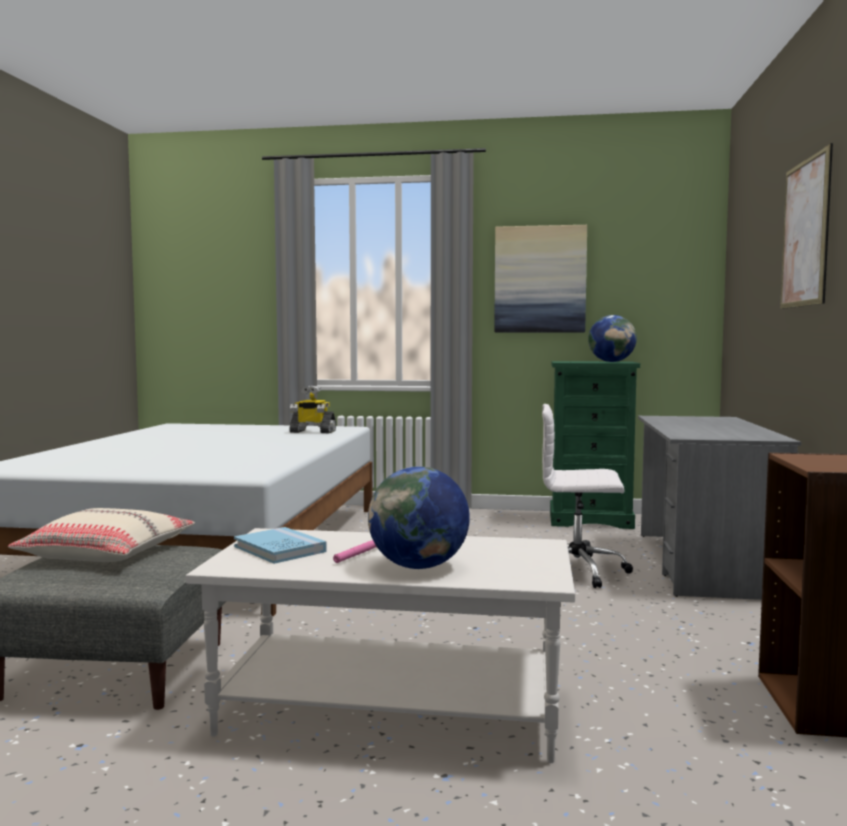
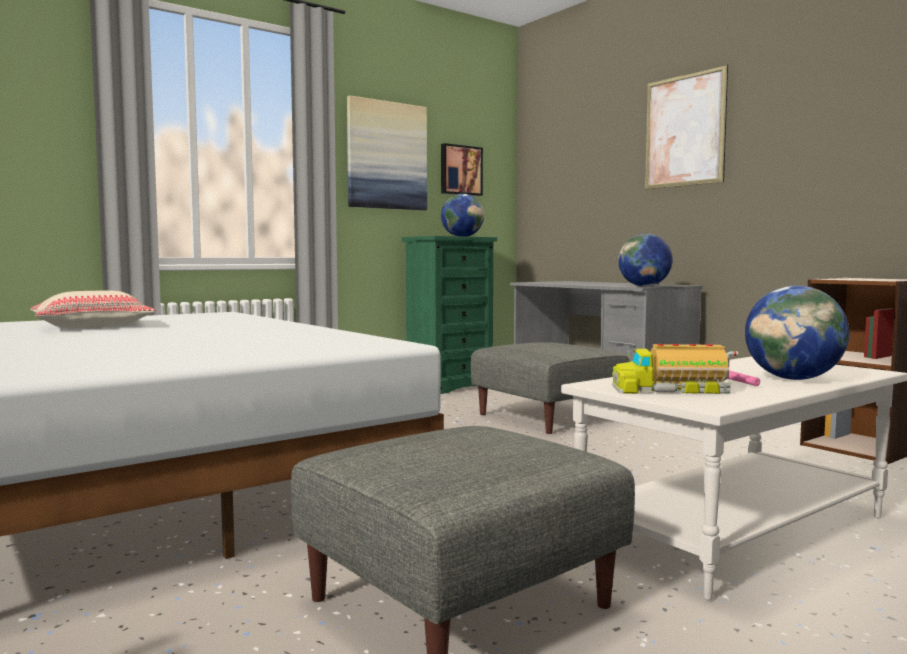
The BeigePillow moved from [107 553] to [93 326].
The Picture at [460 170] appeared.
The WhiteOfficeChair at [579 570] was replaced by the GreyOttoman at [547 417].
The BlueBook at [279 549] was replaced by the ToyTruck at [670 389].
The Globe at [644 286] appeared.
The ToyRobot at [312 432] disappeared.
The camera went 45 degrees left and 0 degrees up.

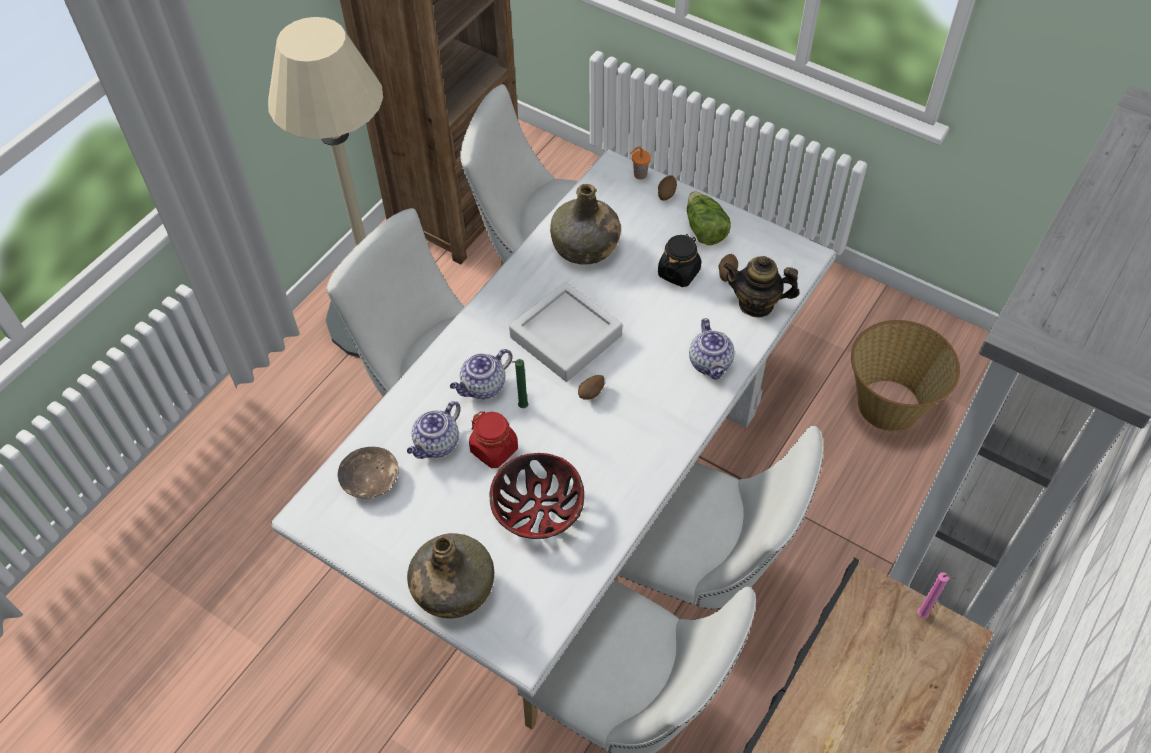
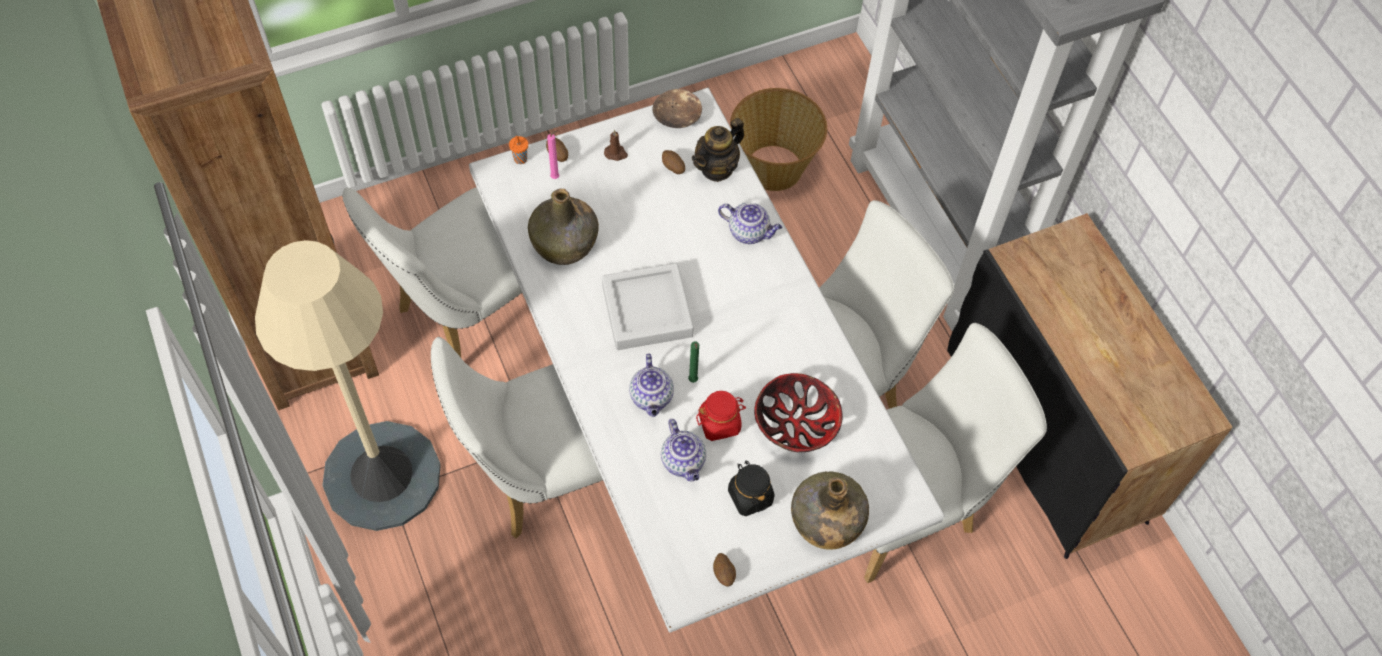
The PinkCandle moved from [923 616] to [556 177].
The Lettuce at [704 229] was replaced by the BrownCandle at [616 153].
The BrownBowl moved from [370 479] to [677 116].
The Potato moved from [591 393] to [724 574].
The BlackJar moved from [679 272] to [750 496].
The camera went 60 degrees left and 5 degrees up.

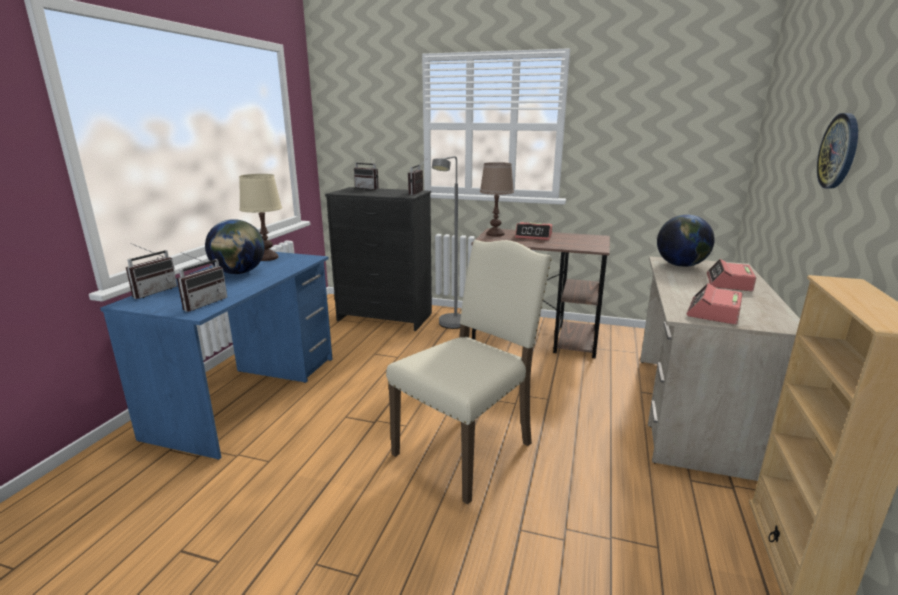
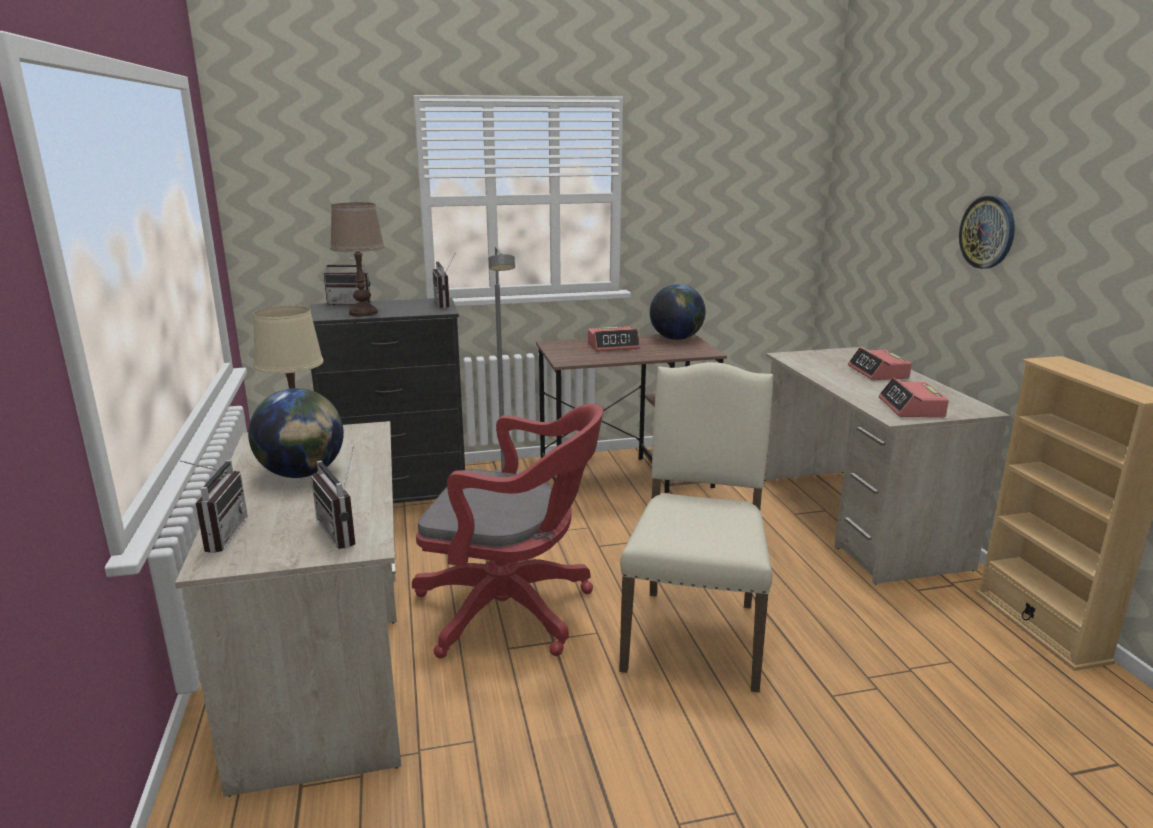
The BlueDesk at [249 395] became the BeigeDesk at [327 667].
The Radio at [203 303] turned 150 degrees clockwise.
The BrownTableLamp moved from [495 234] to [363 313].
The RedOfficeChair at [513 611] appeared.
The Globe moved from [681 265] to [676 338].
The camera went 30 degrees left and 0 degrees up.

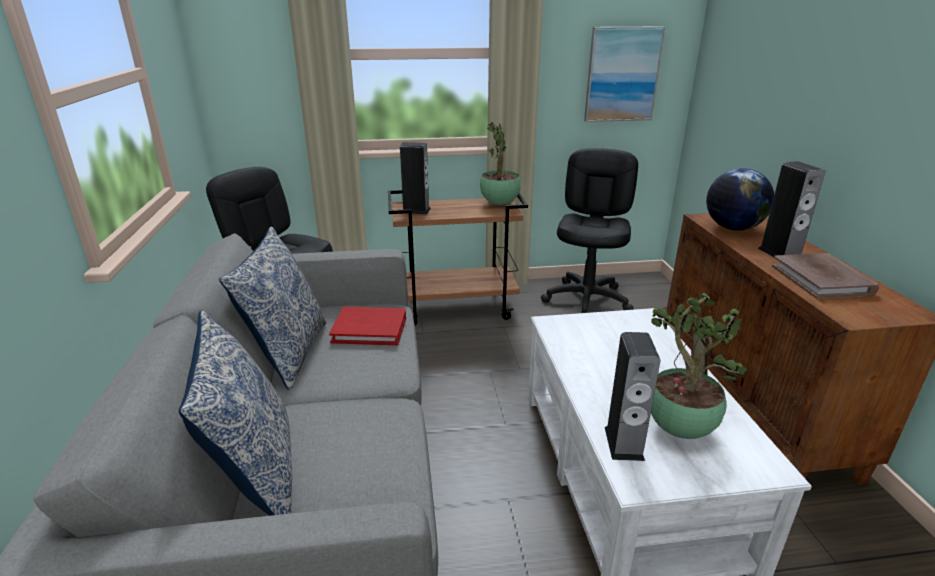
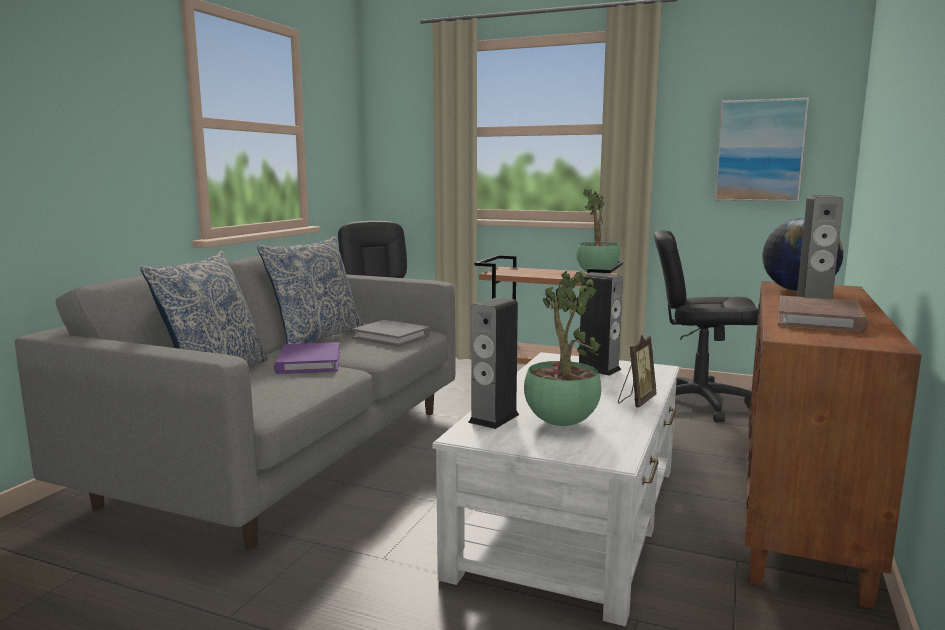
The PurpleBook at [308 362] appeared.
The RedBook at [370 329] became the GreyBook at [392 337].
The Speaker moved from [416 210] to [598 369].
The BlackOfficeChair at [587 300] turned 120 degrees counterclockwise.
The camera went 30 degrees right and 15 degrees down.

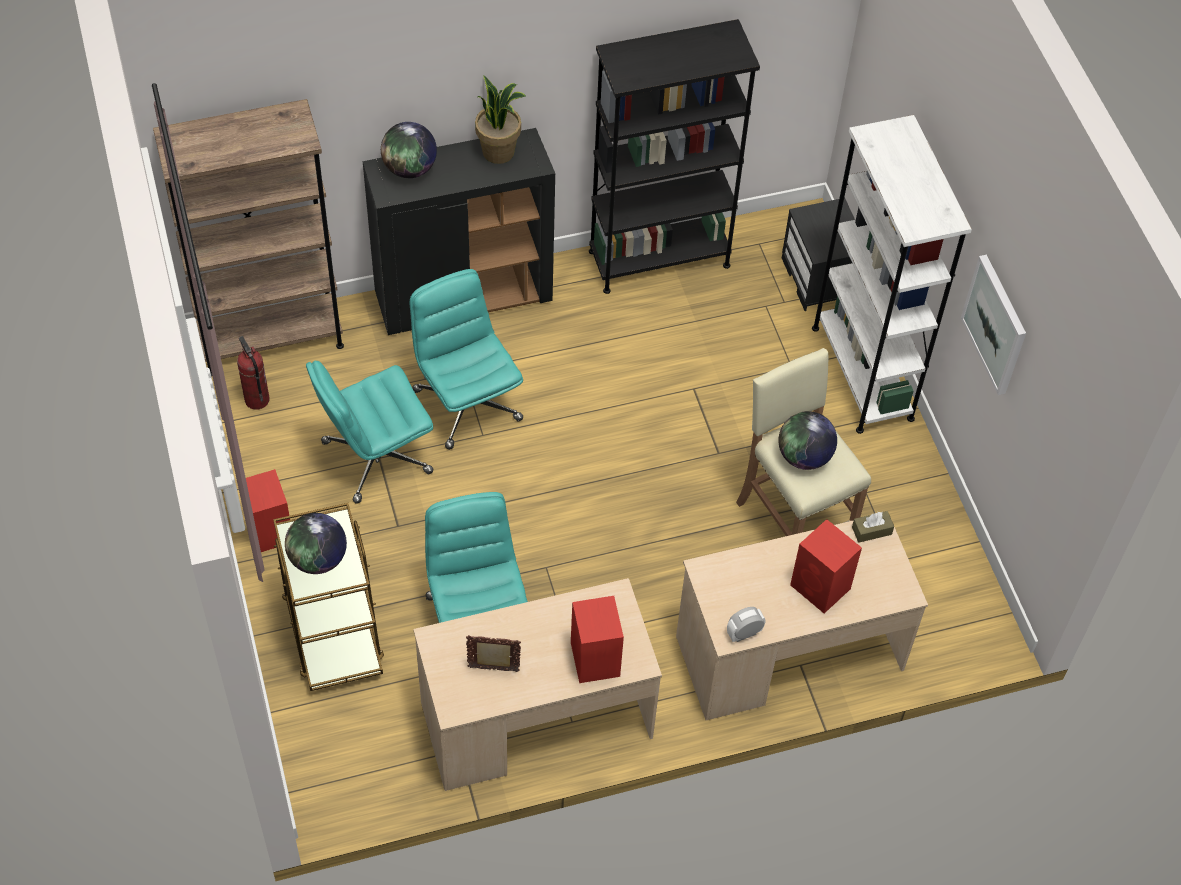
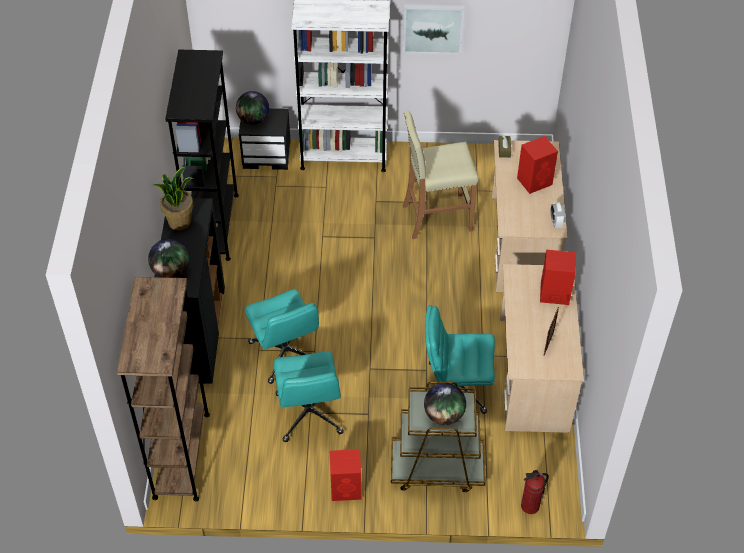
The Globe moved from [804 456] to [253 120].
The TurquoiseOfficeChair at [466 404] turned 105 degrees counterclockwise.
The FireExtinguisher moved from [256 400] to [530 506].
The camera went 70 degrees left and 5 degrees down.

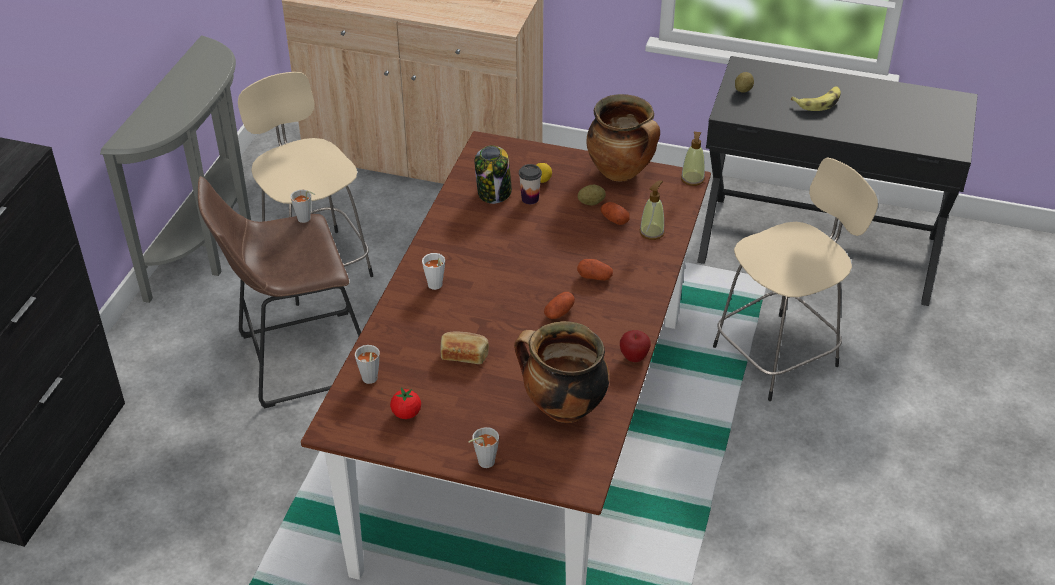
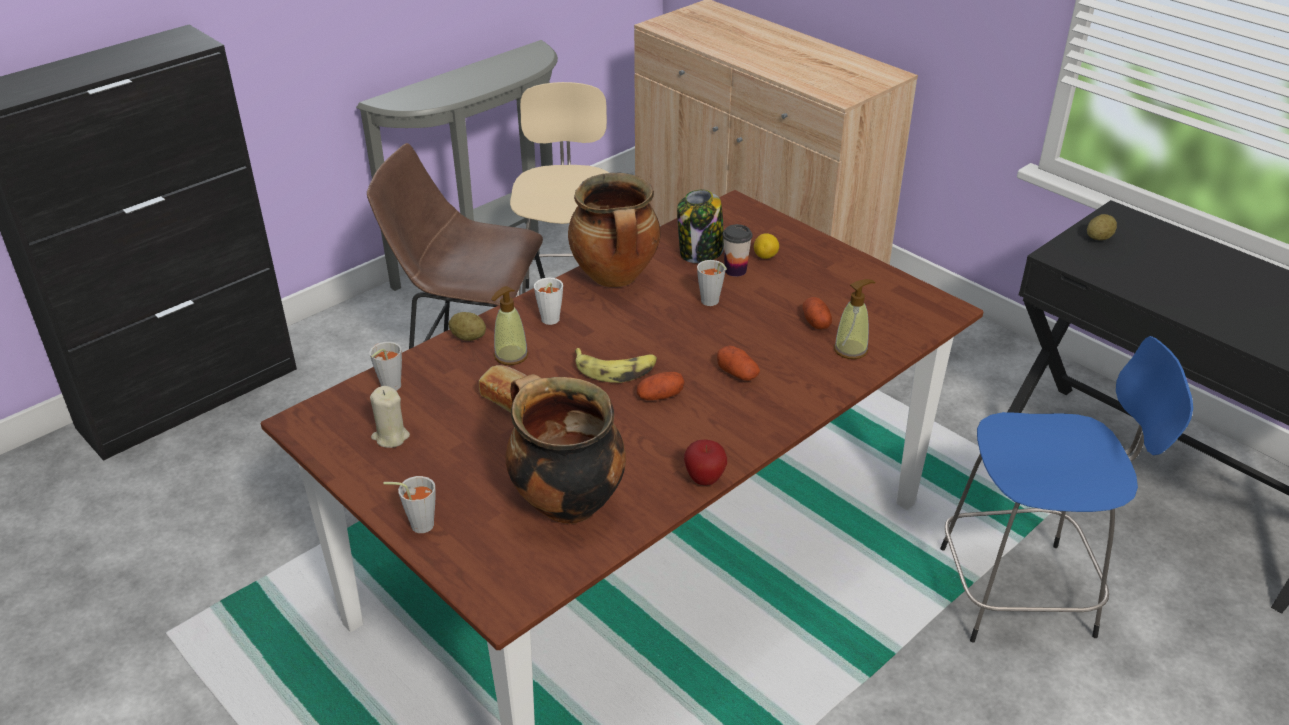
The Tomato at [406 413] was replaced by the BeigeCandle at [390 437].
The Potato moved from [591 203] to [468 337].
The SoapDispenser moved from [692 179] to [511 356].
The CookingPot moved from [622 172] to [616 277].
The Banana moved from [818 102] to [616 369].
The GreyCup moved from [306 219] to [711 303].
The BeigeStool at [779 355] became the BlueStool at [1022 591].
The camera went 30 degrees right and 5 degrees down.

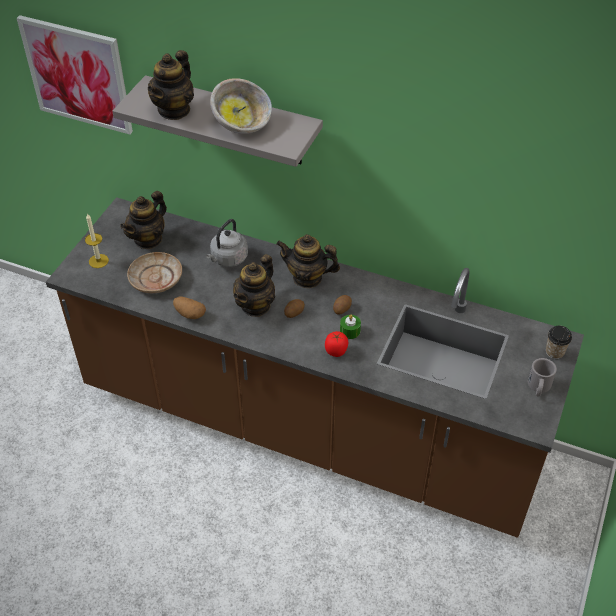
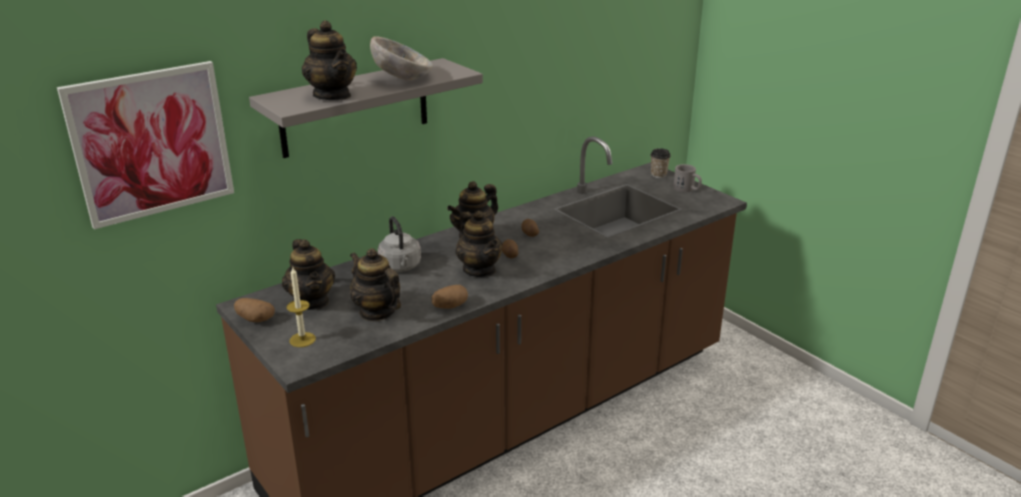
The Potato at [254 319] appeared.
The BeigePlate at [155 279] was replaced by the Teapot at [377 312].
The Tomato at [336 351] disappeared.
The GreenCandle at [350 331] disappeared.
The camera went 60 degrees left and 20 degrees down.

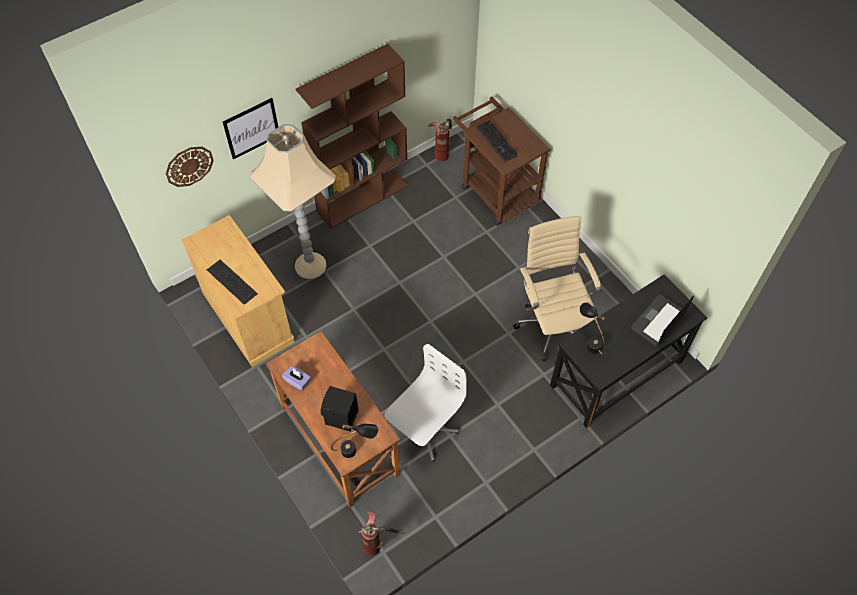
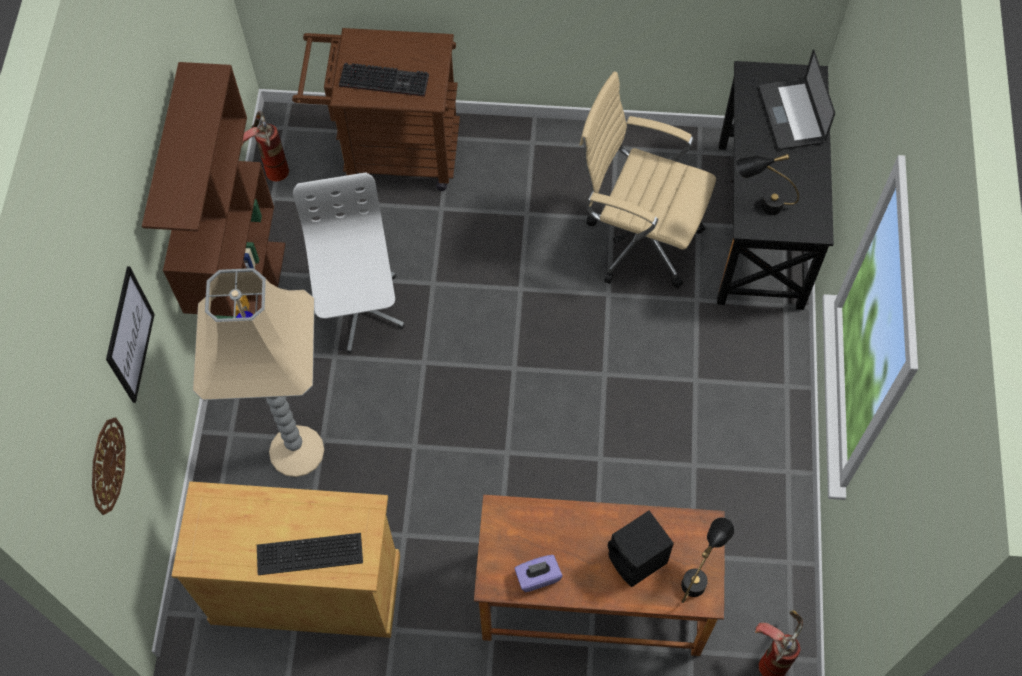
The WhiteOfficeChair moved from [423 430] to [357 309].
The camera went 50 degrees left and 5 degrees up.

